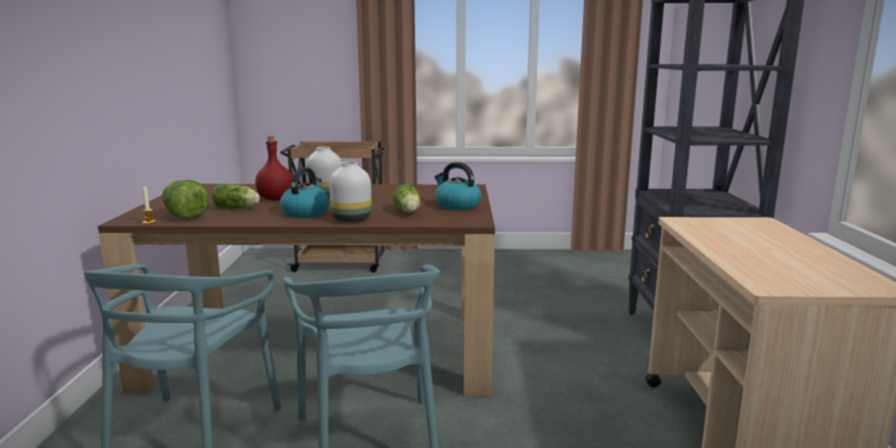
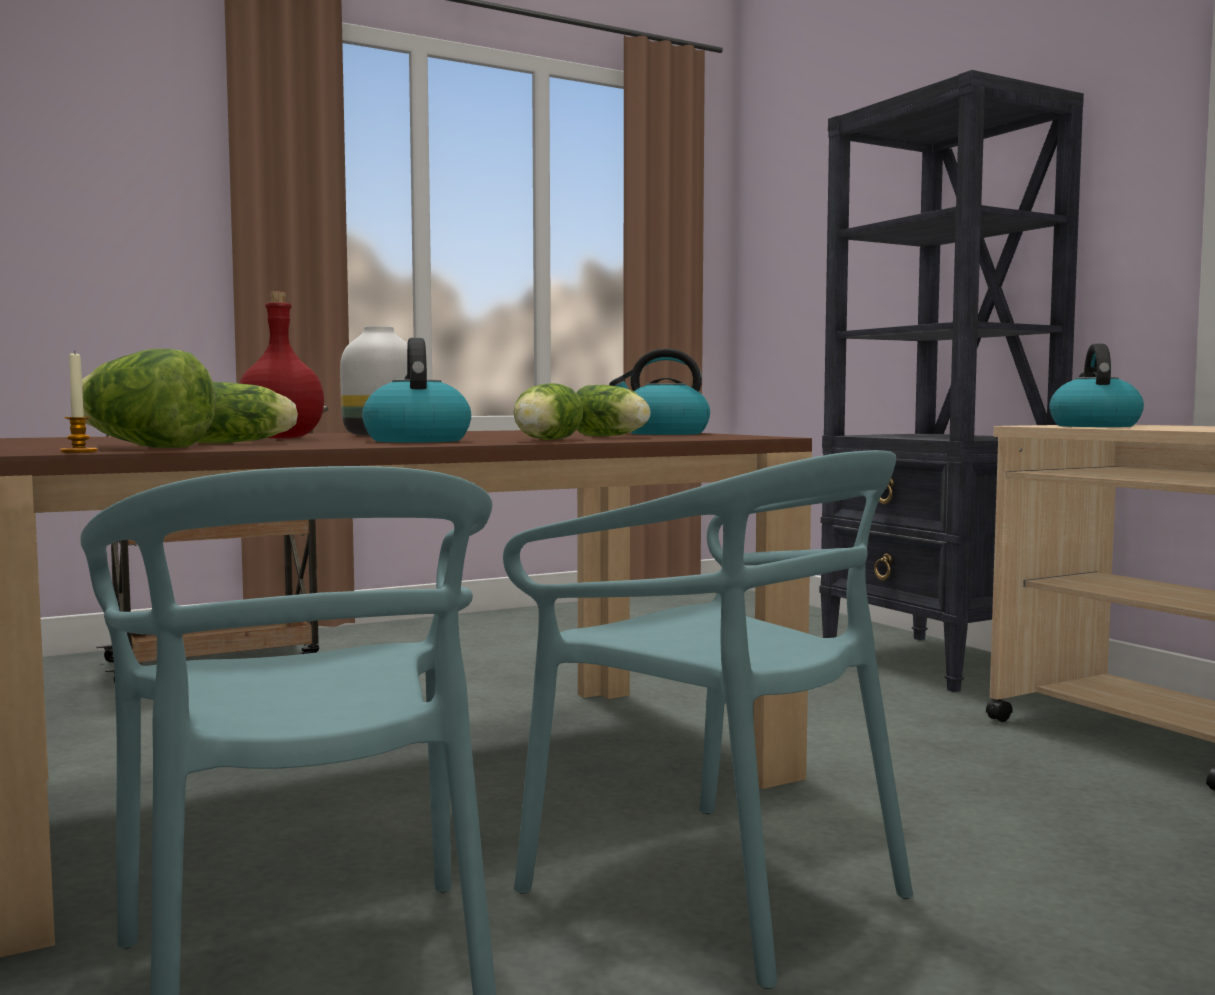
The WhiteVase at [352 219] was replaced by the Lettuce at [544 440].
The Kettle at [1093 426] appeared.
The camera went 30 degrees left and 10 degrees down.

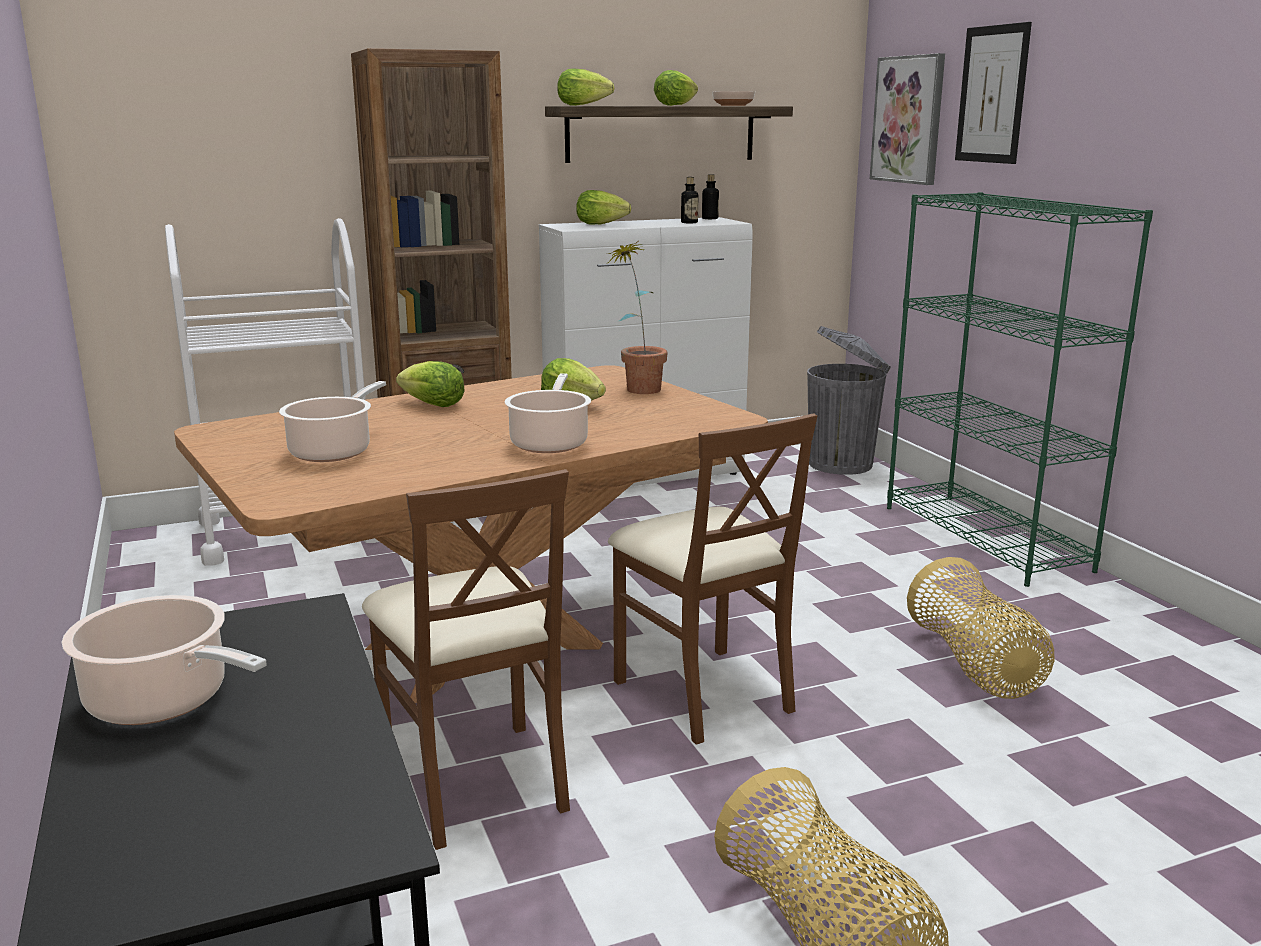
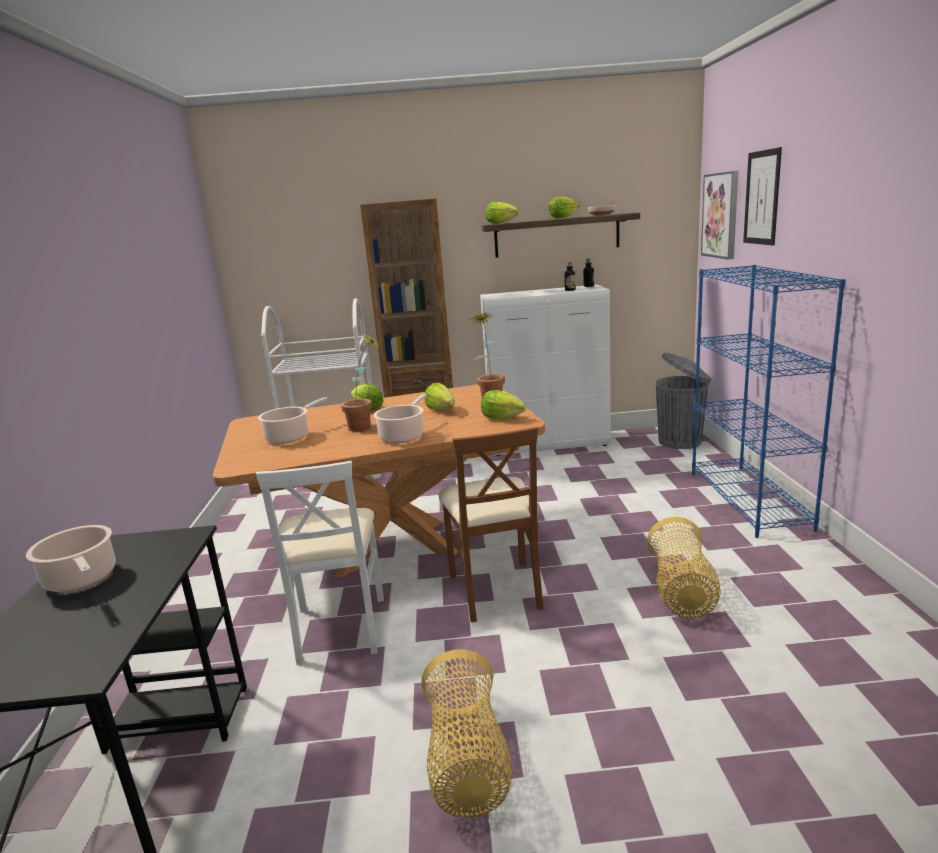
The BrownChair at [475 781] became the WhiteChair at [340 628].
The PottedPlant at [366 427] appeared.
The Lettuce moved from [600 224] to [502 418].
The GreenBookcase at [986 538] became the BlueBookcase at [749 500].
The camera went 20 degrees right and 0 degrees up.

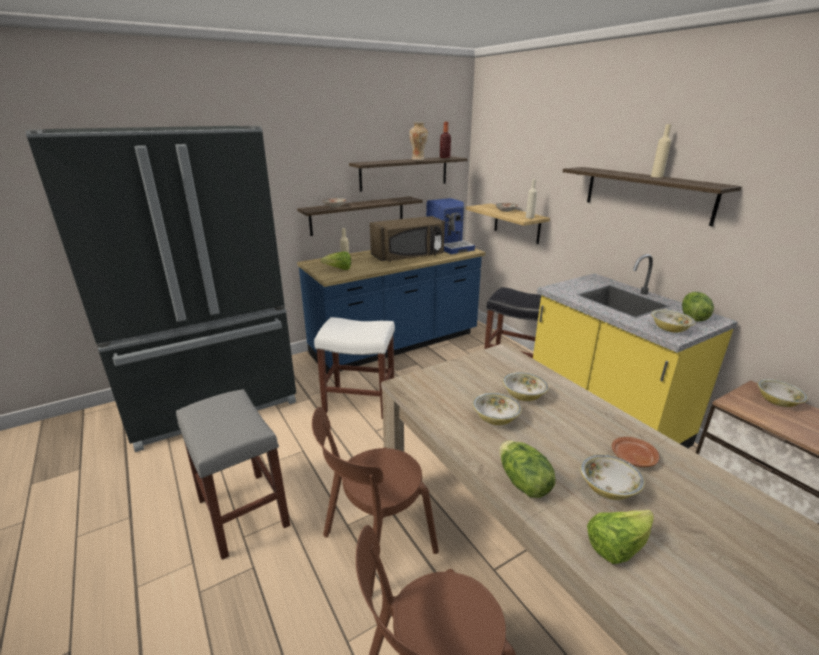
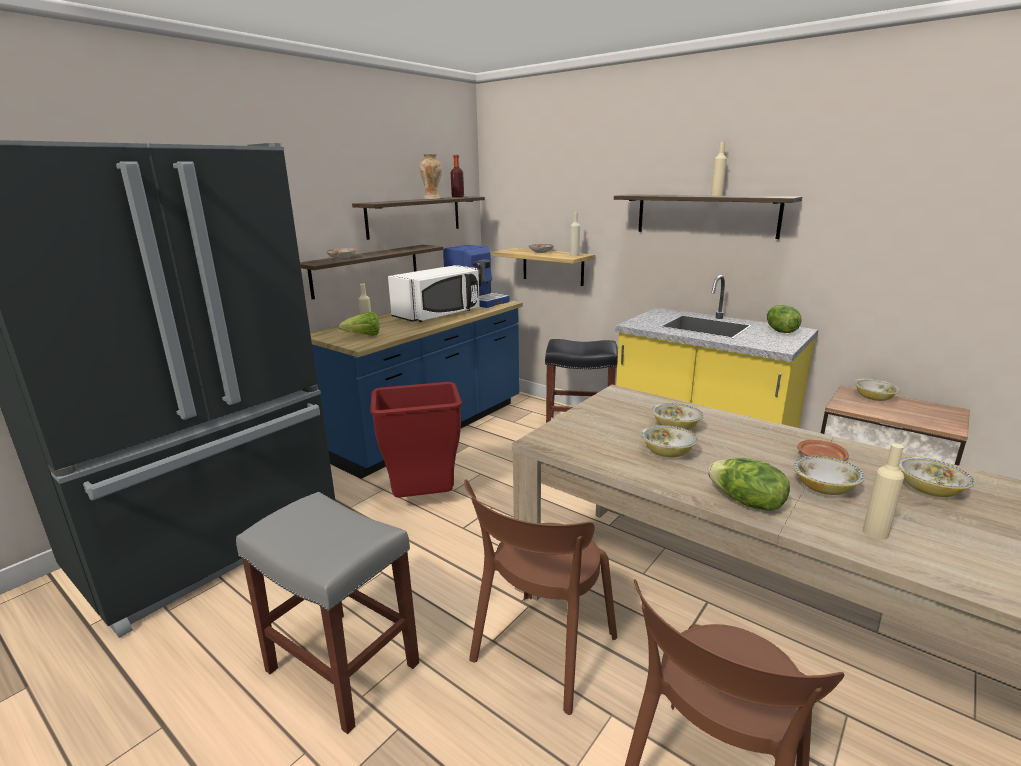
The WhiteStool at [360 402] was replaced by the RedTrashCan at [424 500].
The BrownMicrowave at [409 256] became the WhiteMicrowave at [439 315].
The Lettuce at [617 546] was replaced by the BeigeBottle at [875 532].
The Bowl moved from [669 329] to [929 490].
The camera went 20 degrees left and 5 degrees down.

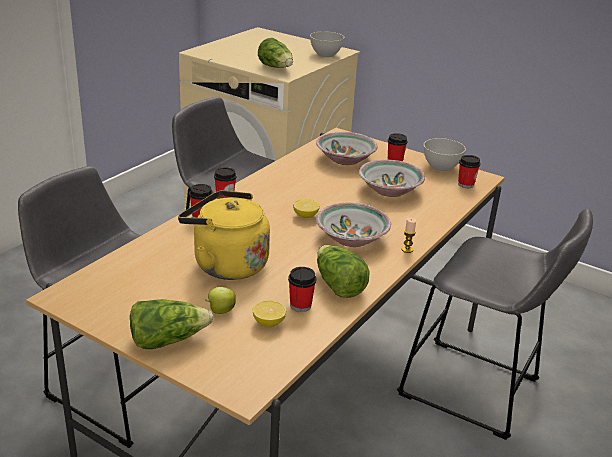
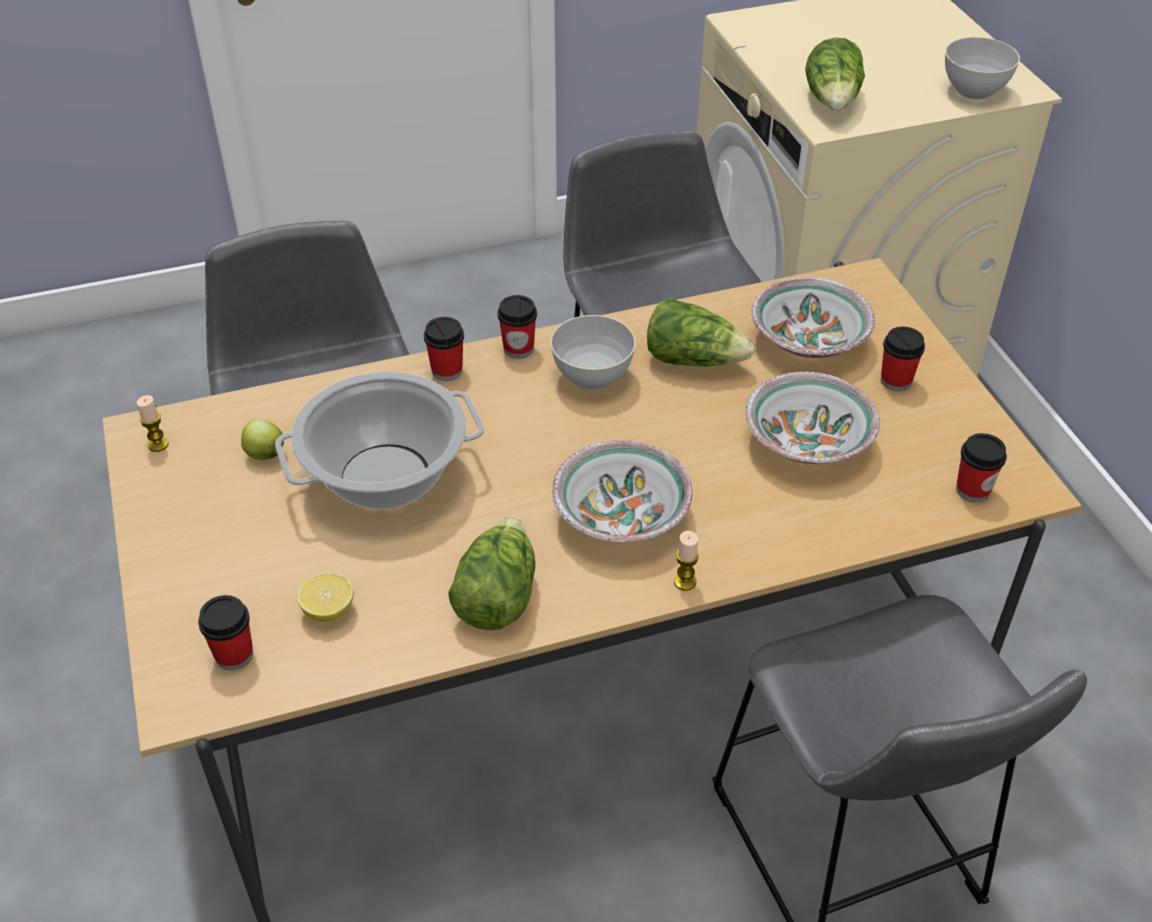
The Candle at [158 444] appeared.
The Cup moved from [300 305] to [234 655].
The Apple moved from [220 311] to [264 453].
The YellowKettle at [226 264] was replaced by the CookingPot at [386 476].
The GreyBowl moved from [441 167] to [592 377].
The Lettuce moved from [167 340] to [693 359].
The Lemon at [305 216] disappeared.
The camera went 40 degrees right and 15 degrees up.

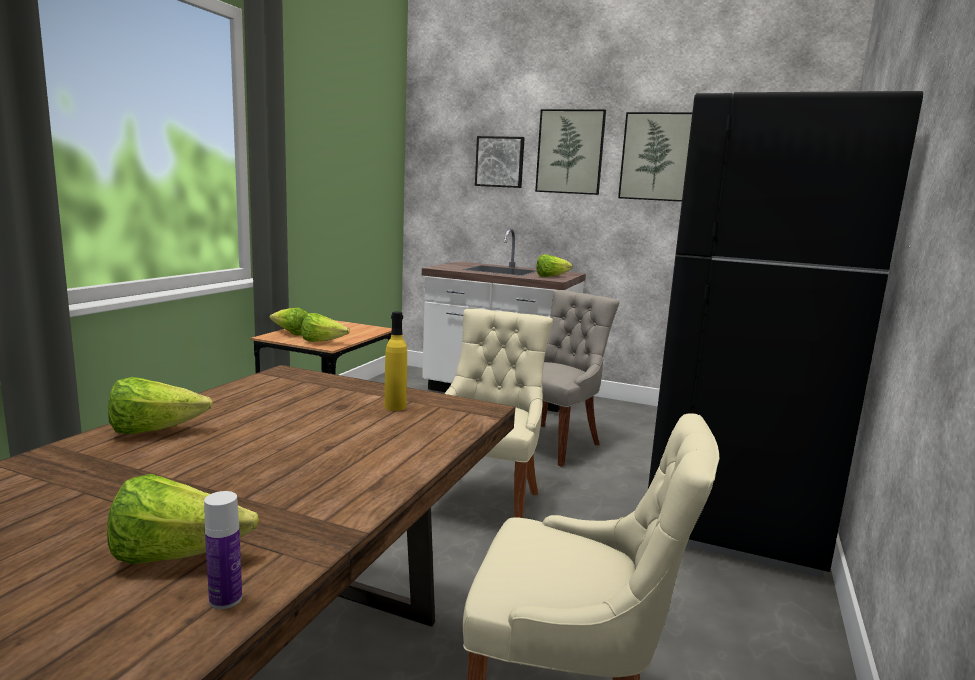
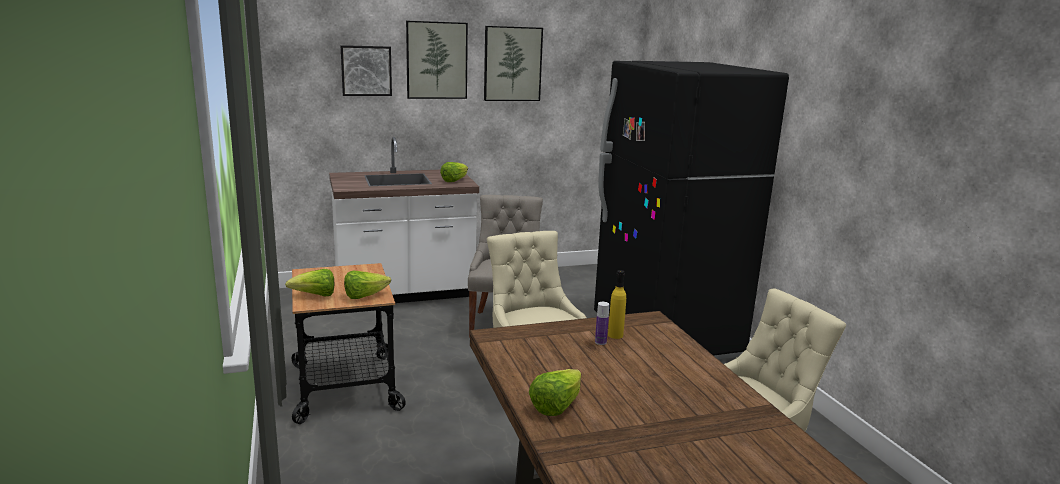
The Bottle moved from [225 599] to [600 342].
The Lettuce at [177 555] disappeared.
The camera went 40 degrees left and 5 degrees up.

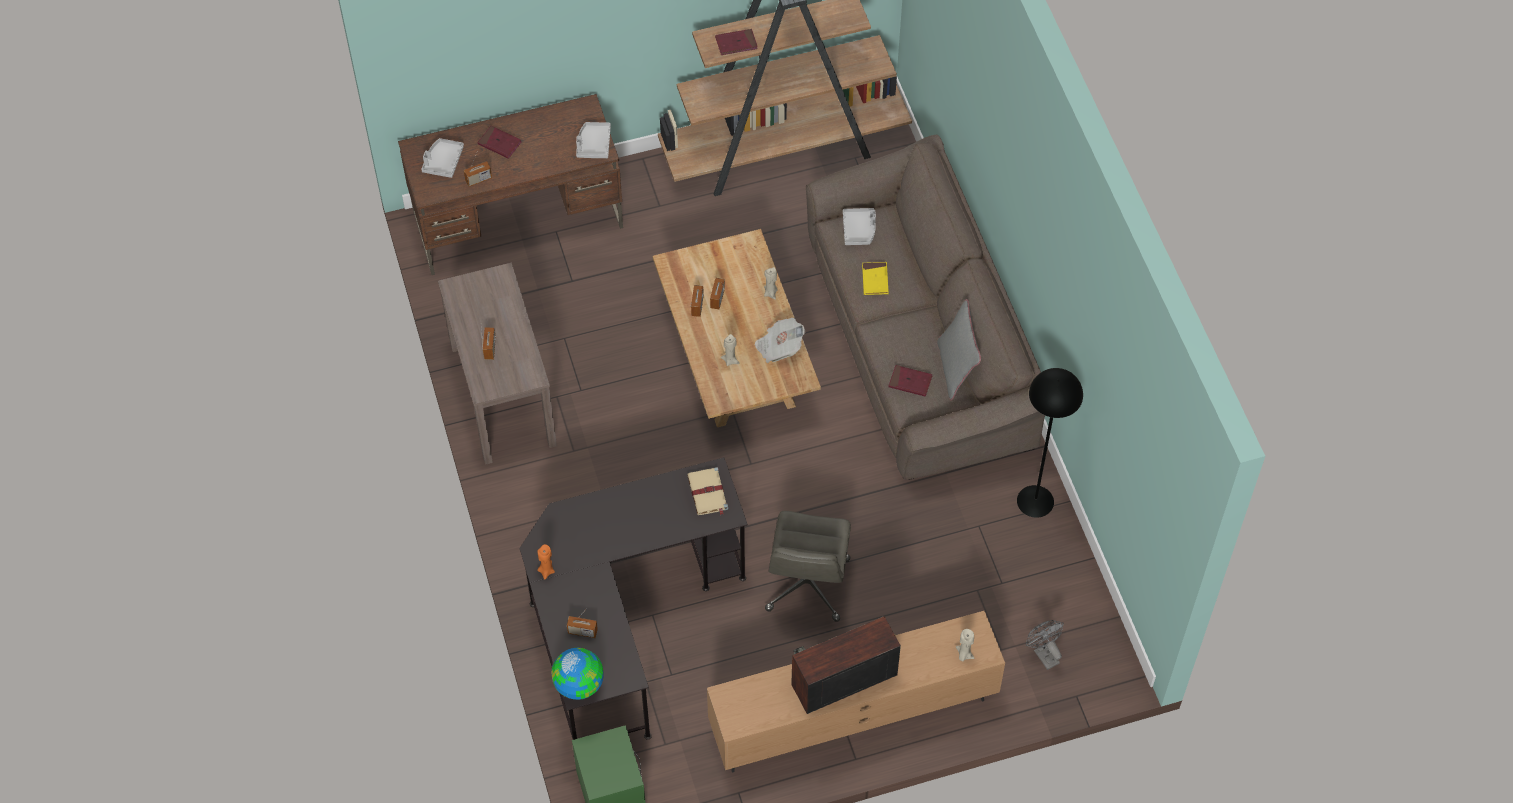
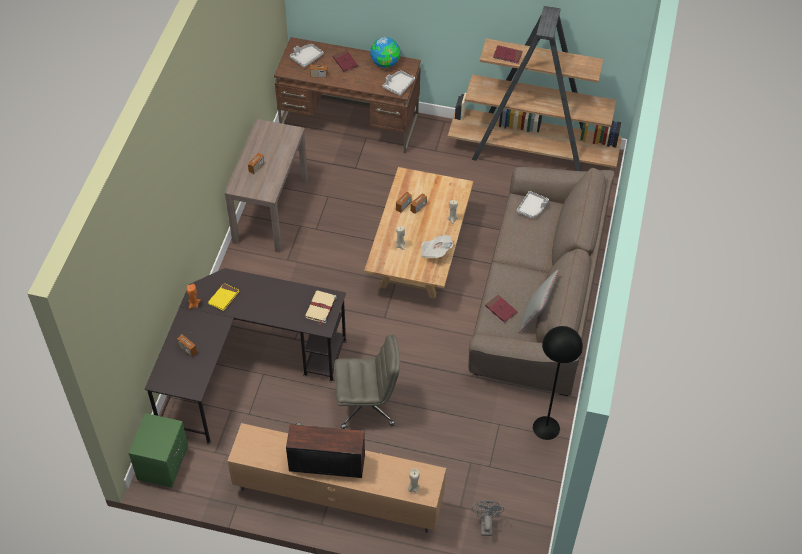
The YellowBook moved from [875 280] to [223 298].
The GreyOfficeChair at [807 585] turned 135 degrees counterclockwise.
The Globe moved from [579 684] to [385 63].
The camera went 30 degrees right and 5 degrees down.

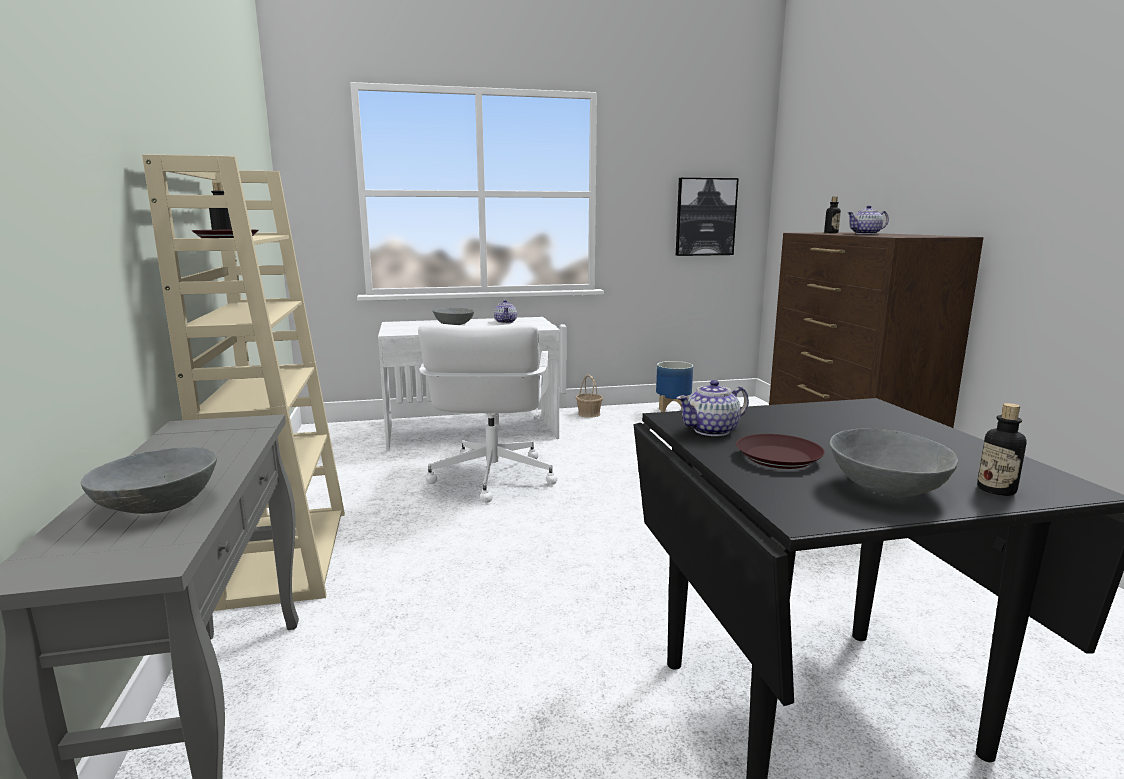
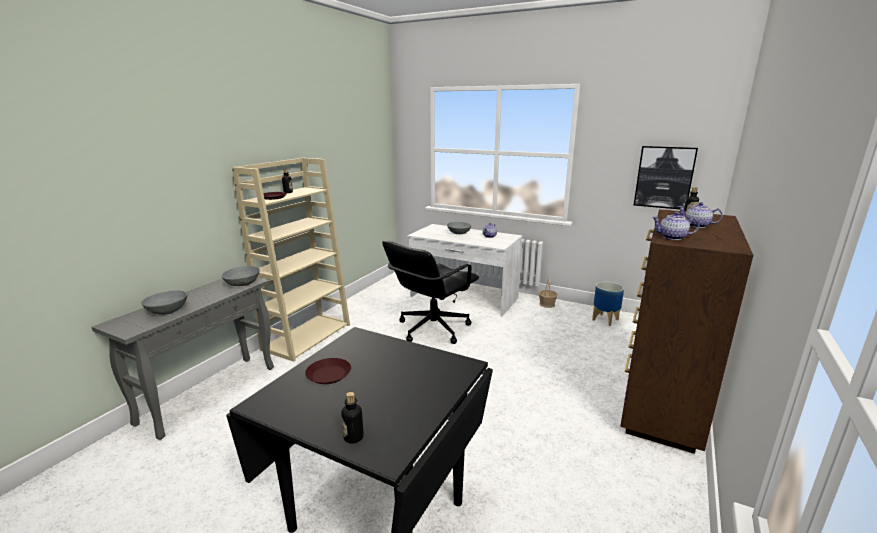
The GreyBowl moved from [885 487] to [242 283].
The WhiteOfficeChair at [491 477] became the BlackOfficeChair at [432 328].
The Teapot moved from [712 430] to [672 237].
The camera went 40 degrees right and 5 degrees up.

